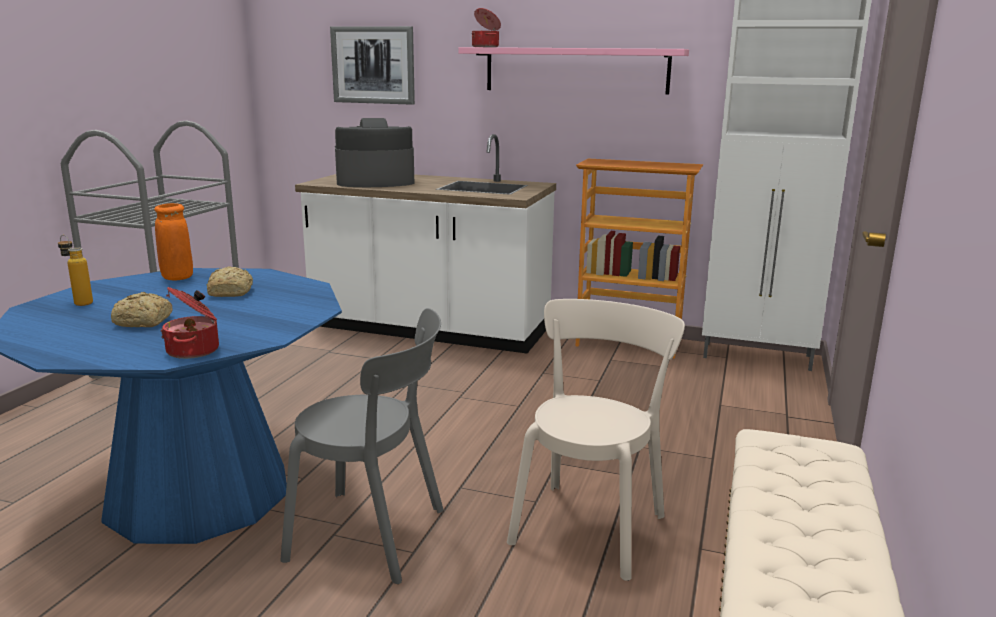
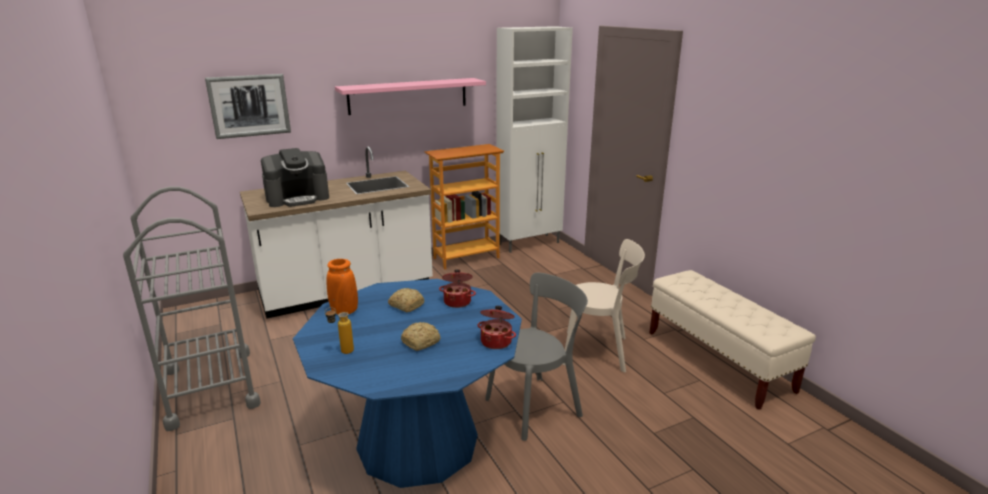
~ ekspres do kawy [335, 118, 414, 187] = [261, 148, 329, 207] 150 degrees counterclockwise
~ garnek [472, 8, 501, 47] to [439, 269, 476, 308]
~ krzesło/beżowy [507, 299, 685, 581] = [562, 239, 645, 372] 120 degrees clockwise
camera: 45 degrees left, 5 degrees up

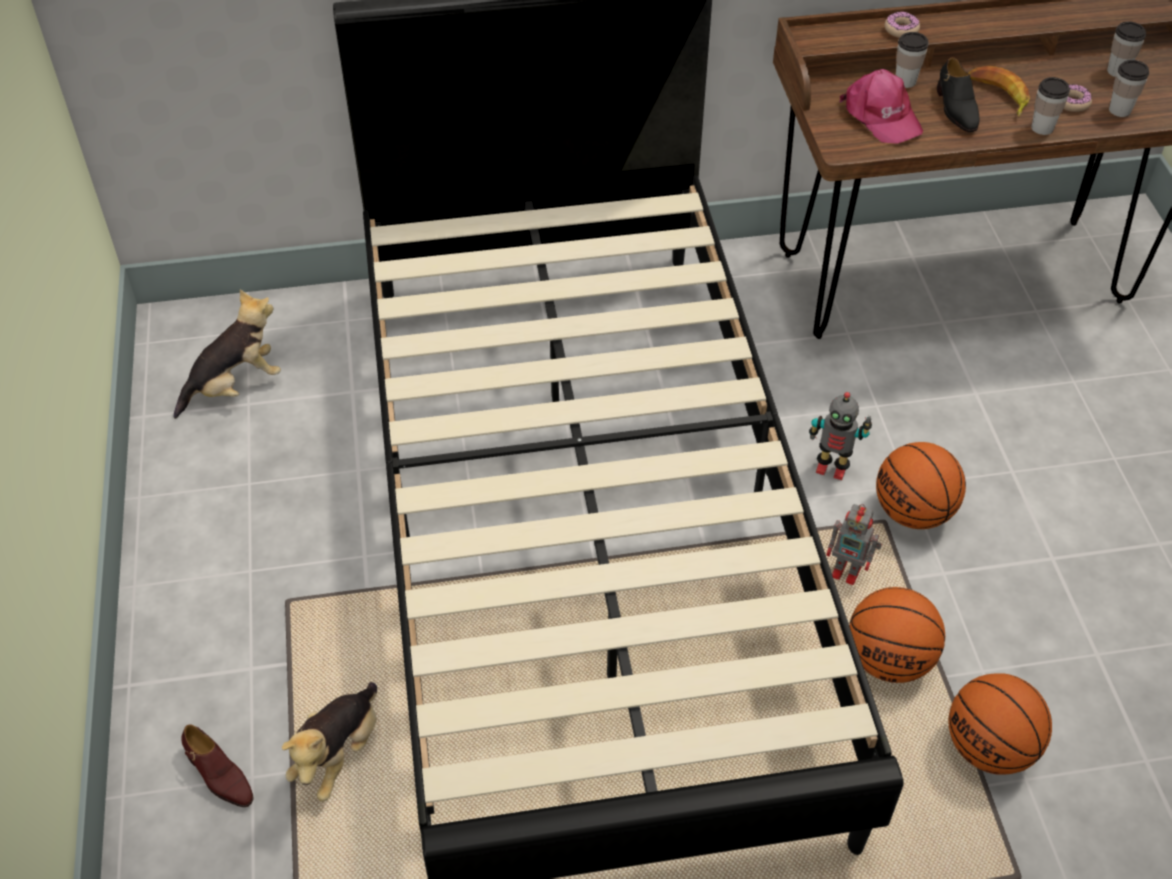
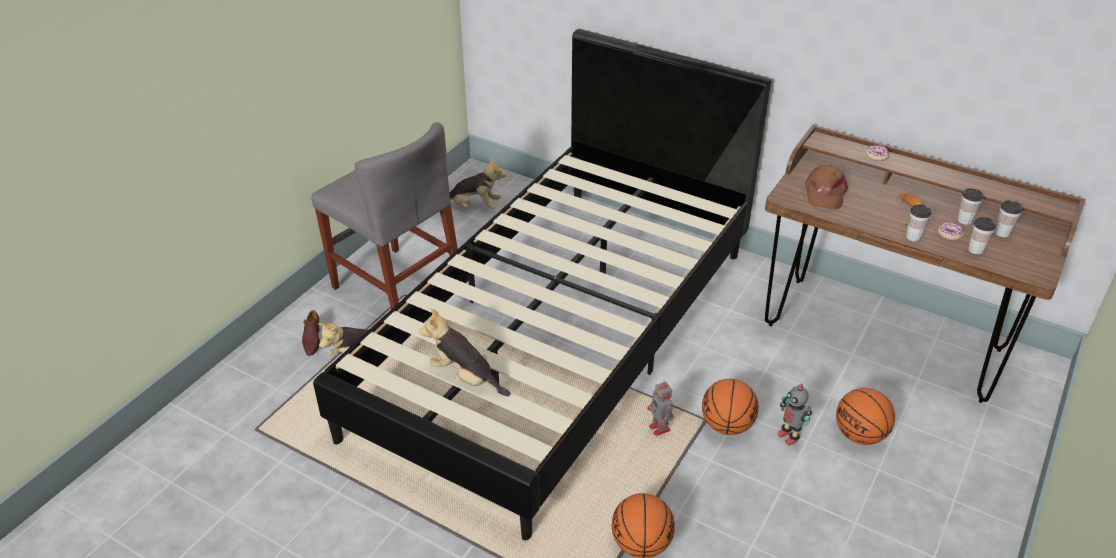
~ robot zabawkowy [809, 392, 872, 480] to [777, 384, 812, 446]
~ czapka z daszkiem/różowy [840, 69, 923, 144] to czapka z daszkiem/brązowy [805, 164, 848, 209]
~ piłka do koszykówki [849, 587, 945, 683] to [836, 388, 895, 445]
~ filiżanka [896, 32, 929, 88] to [957, 188, 984, 225]
- but/czarny [937, 57, 979, 132]
+ krzesło/szary [311, 122, 458, 309]
+ pluszak [419, 308, 510, 396]
camera: 40 degrees right, 10 degrees down

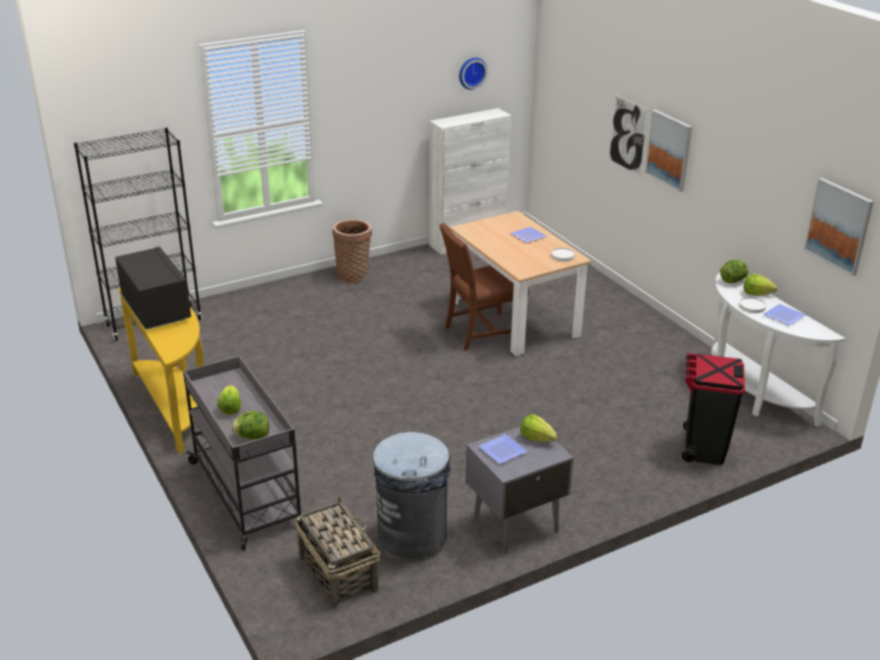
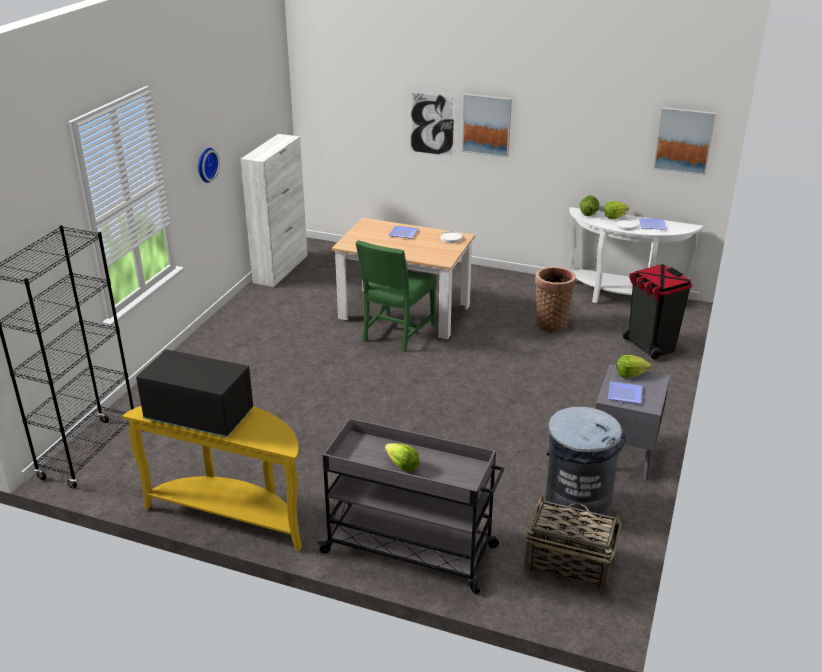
- sałata [231, 411, 269, 439]
~ koszyk [332, 219, 372, 283] to [535, 266, 576, 333]
~ krzesło/brązowy [439, 223, 529, 351] to krzesło/zielony [356, 240, 437, 352]
~ zegar ścienny [459, 58, 487, 90] to [198, 148, 220, 183]
camera: 40 degrees left, 0 degrees up

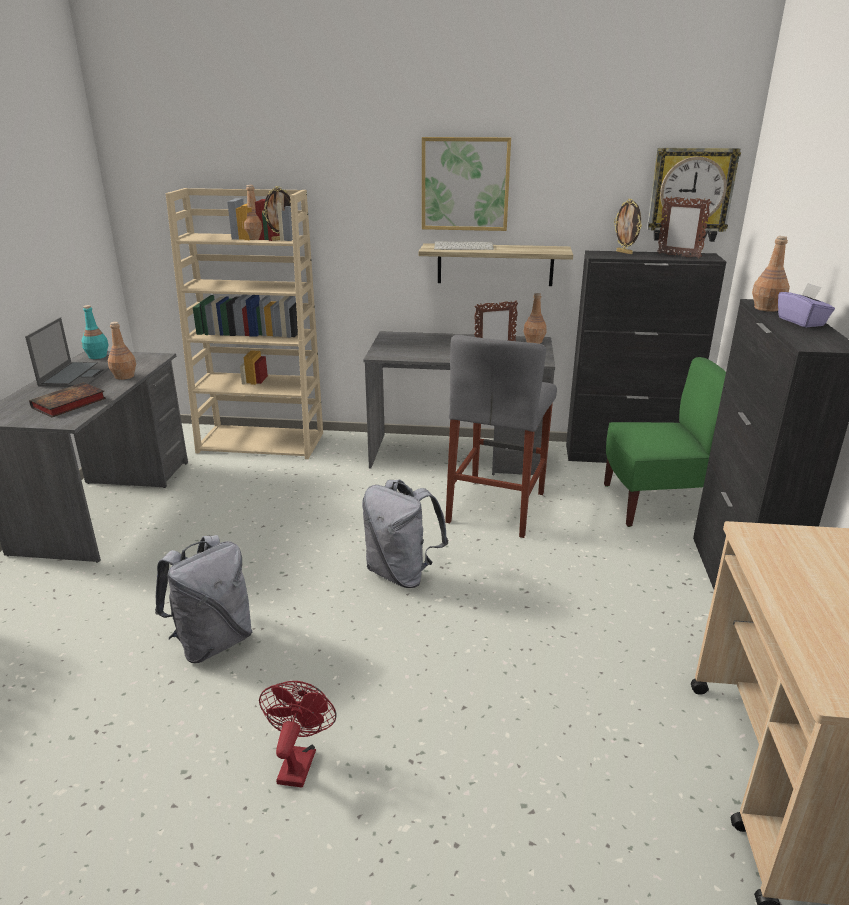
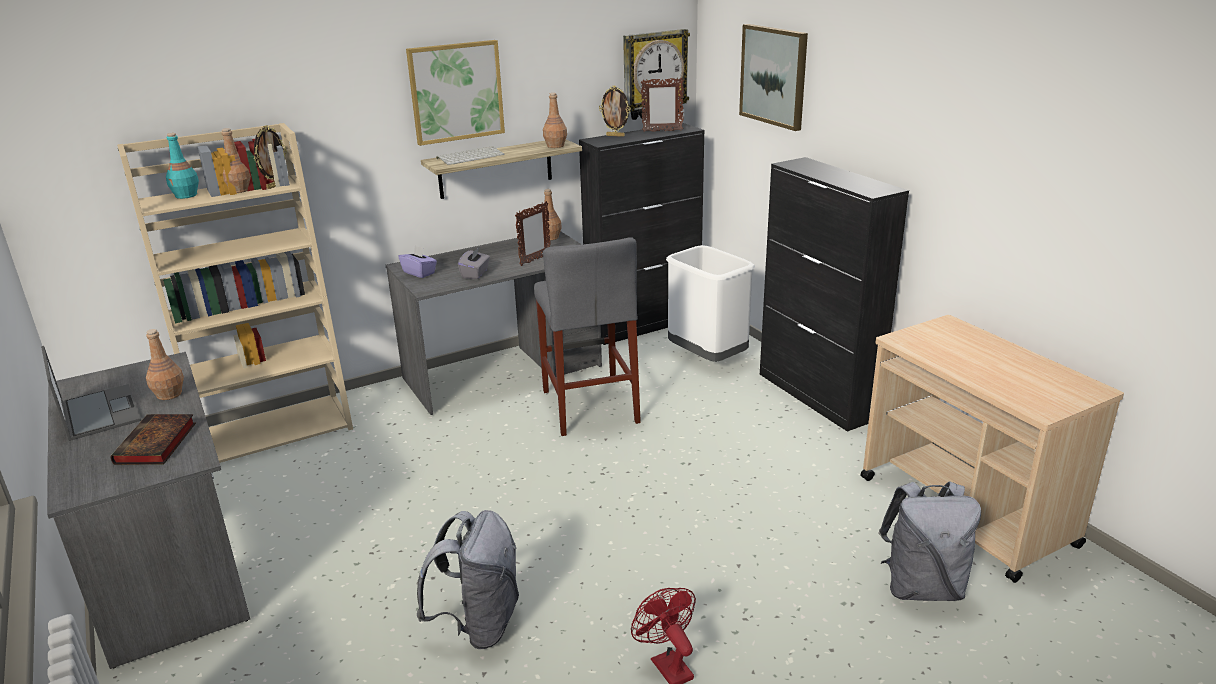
~ butelka/turkusowy [81, 305, 109, 359] to [166, 133, 199, 199]
~ plecak/szary [362, 480, 448, 588] to [878, 481, 981, 601]
~ krzesło/zielony [604, 357, 726, 527] to kosz na śmieci/biały [666, 245, 755, 362]
~ butelka/brązowy [752, 236, 790, 312] to [543, 93, 567, 148]
~ pudełko chusteczek/fioletowy [778, 283, 835, 327] to [399, 245, 437, 278]
+ pudełko chusteczek/szary [458, 247, 490, 279]
+ obraz [739, 24, 808, 131]
camera: 35 degrees left, 0 degrees up

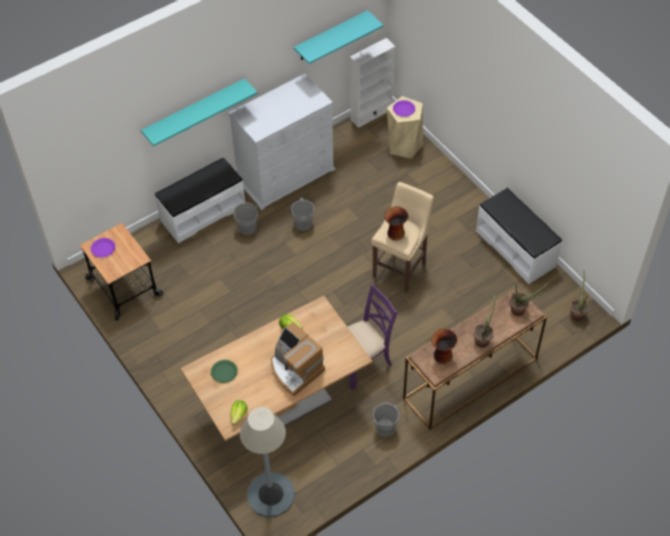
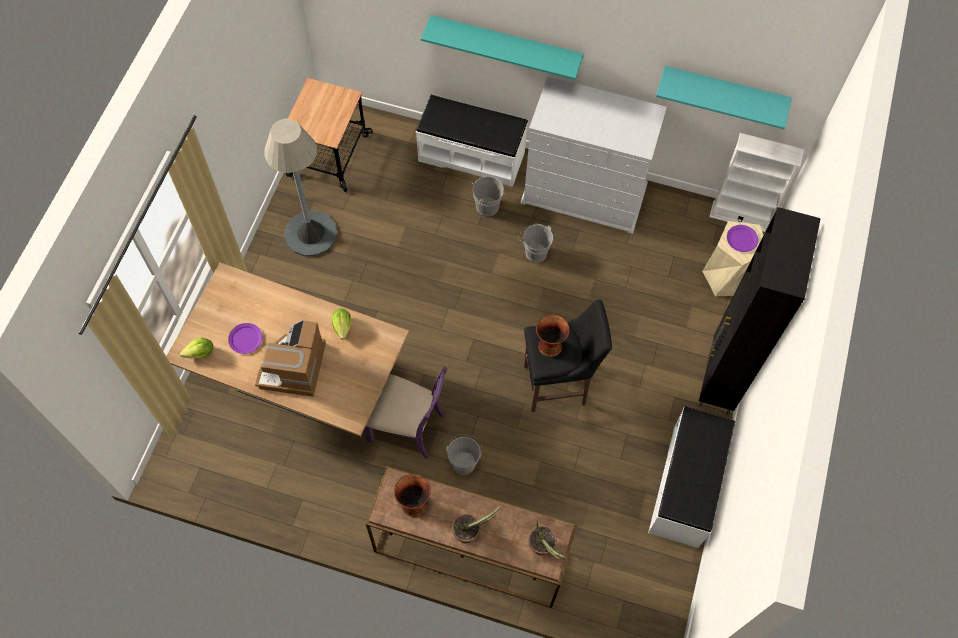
~ talerz/fioletowy [91, 238, 115, 258] to [228, 323, 262, 354]
- talerz/zielony [211, 360, 238, 383]
~ lampa stojąca/szary [240, 407, 295, 517] to [264, 119, 338, 257]
~ wiadro/szary [369, 402, 399, 436] to [446, 435, 482, 475]
~ stołek/beżowy [371, 182, 434, 292] to stołek/czarny [524, 300, 612, 412]
- roślina doniczkowa [570, 272, 589, 321]
+ szafka/czarny [699, 207, 821, 415]
camera: 50 degrees right, 10 degrees up

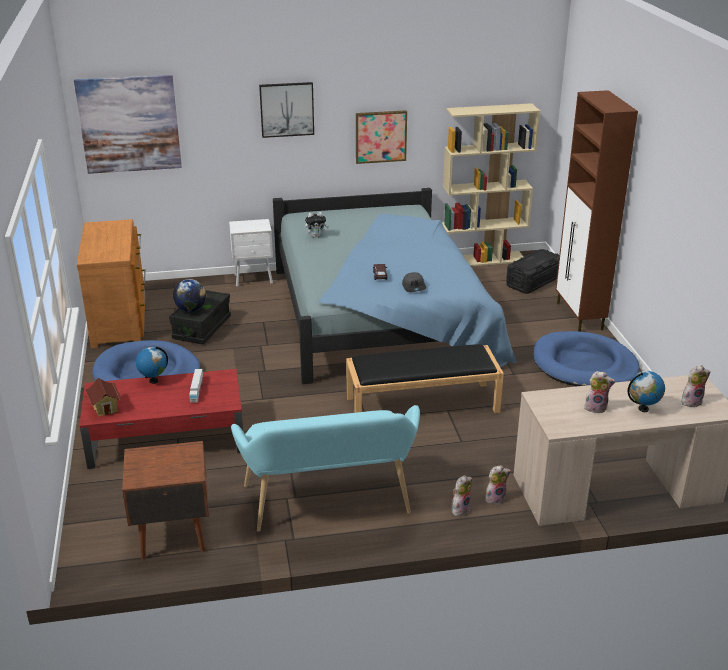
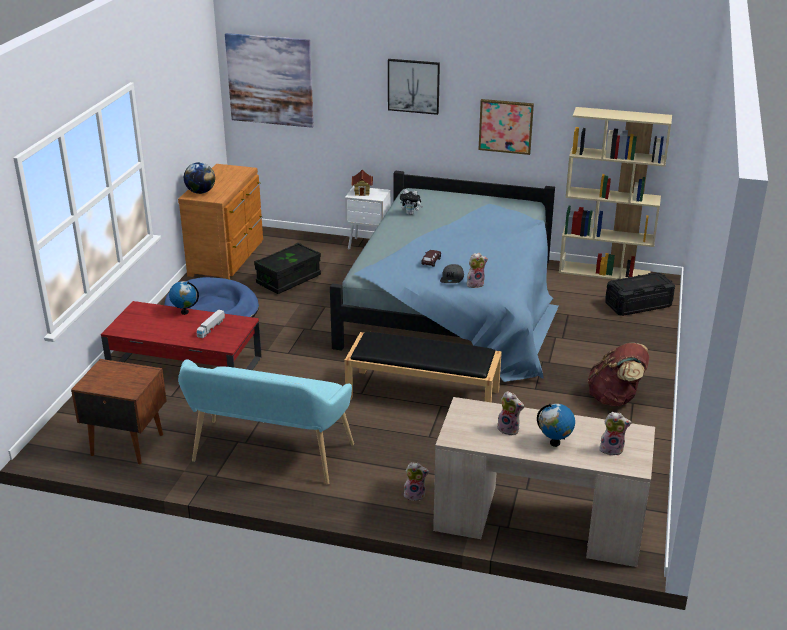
~ domek [85, 378, 122, 416] to [351, 170, 373, 196]
~ globus [173, 279, 206, 312] to [184, 162, 215, 194]
~ pluszak [451, 475, 472, 516] to [467, 253, 488, 288]
~ legowisko/niebieski [533, 331, 640, 386] to plecak/brązowy [588, 343, 649, 406]
- szafka/brązowy [556, 90, 638, 332]
camera: 25 degrees right, 0 degrees up

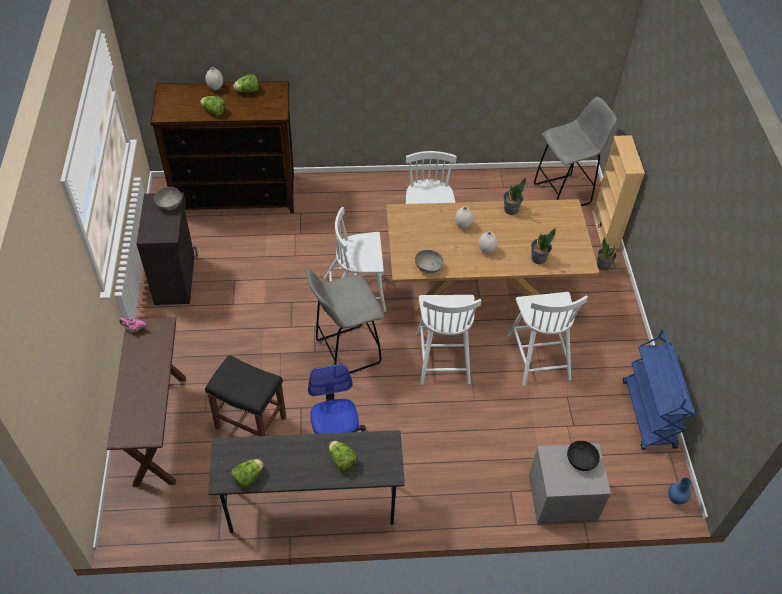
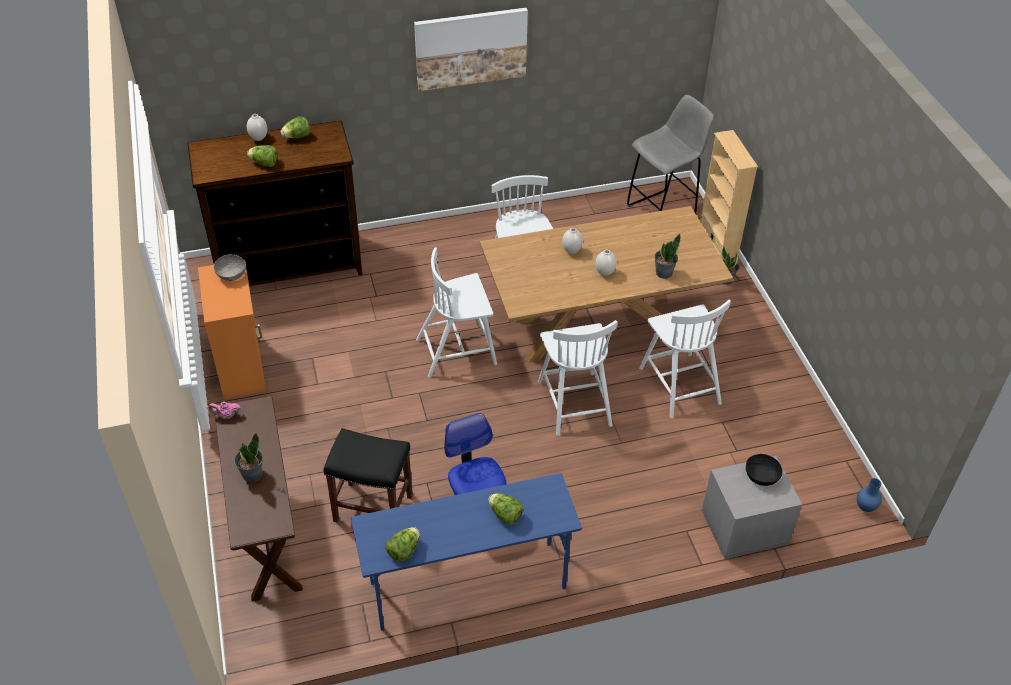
~ szafka/czarny [136, 193, 198, 305] to szafka/pomarańczowy [198, 265, 266, 399]
~ biurko/szary [208, 430, 405, 533] to biurko/niebieski [351, 473, 582, 631]
- stołek/szary [306, 269, 385, 374]
- miska/szary [415, 250, 443, 273]
~ roślina doniczkowa [504, 178, 526, 215] to [234, 432, 263, 482]
- wózek/niebieski [623, 329, 695, 450]
+ obraz [414, 8, 528, 91]
camera: 10 degrees left, 5 degrees down

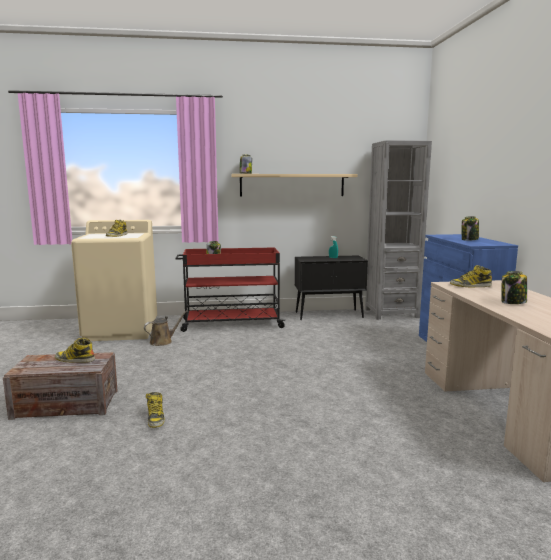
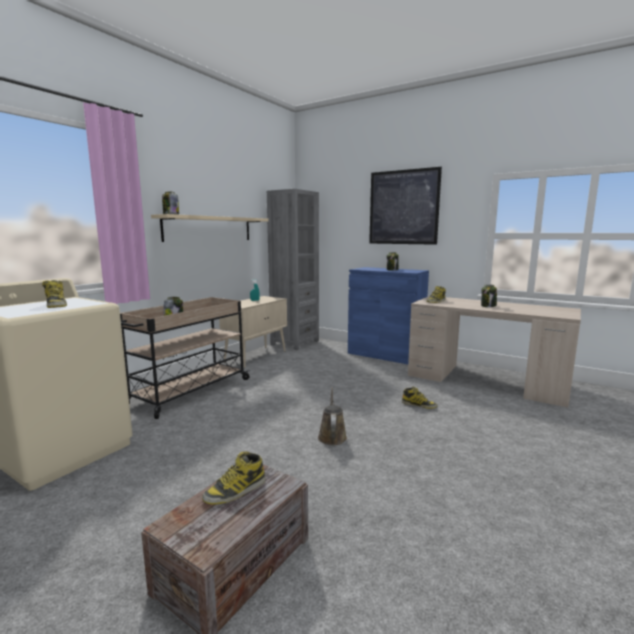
~ konewka/brązowy [144, 310, 188, 346] to [318, 387, 347, 445]
~ but z cholewką [146, 392, 165, 428] to [402, 386, 437, 409]
~ wózek/czerwony [176, 247, 285, 332] to wózek/beżowy [120, 297, 251, 419]
~ szafka/czarny [295, 256, 368, 320] to szafka/beżowy [219, 296, 287, 368]
+ obraz [369, 167, 442, 245]
camera: 50 degrees left, 0 degrees up

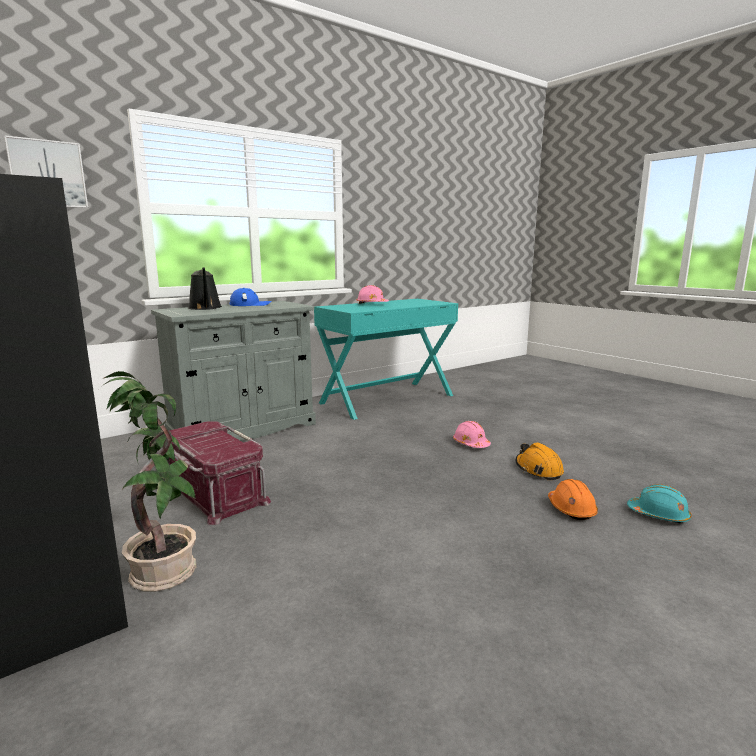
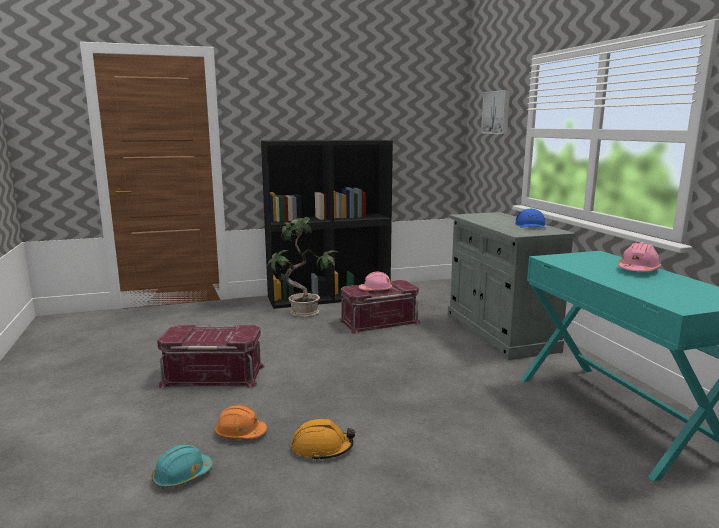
- konewka/czarny [188, 267, 222, 310]
~ kask/różowy [453, 421, 491, 448] to [359, 272, 393, 291]
+ pojemnik do przechowywania/czerwony [157, 325, 265, 389]
camera: 110 degrees right, 0 degrees up

